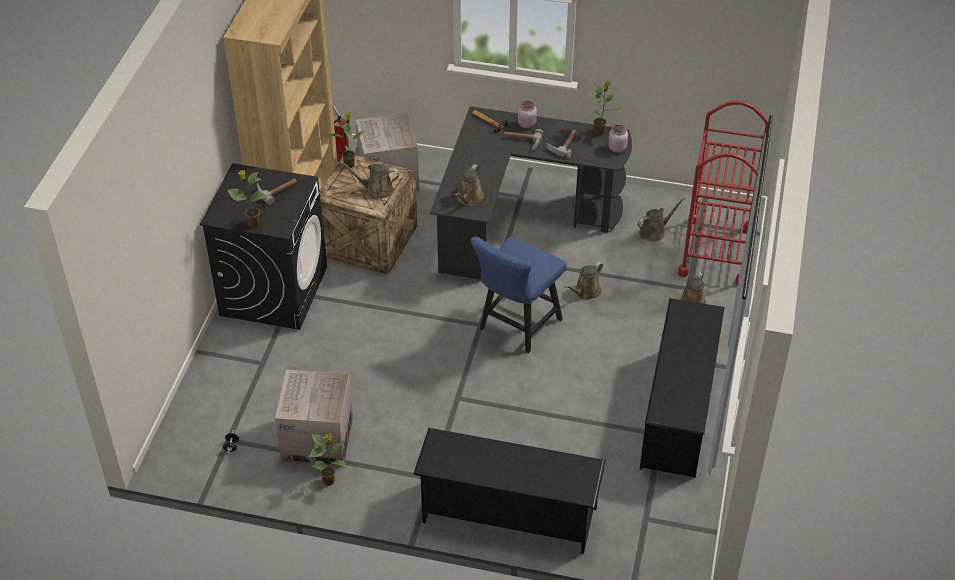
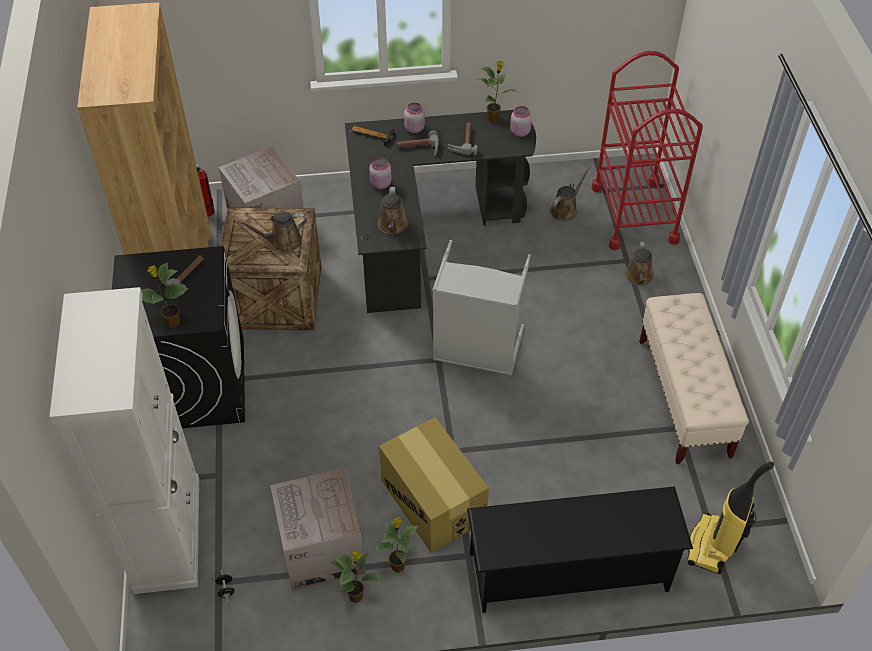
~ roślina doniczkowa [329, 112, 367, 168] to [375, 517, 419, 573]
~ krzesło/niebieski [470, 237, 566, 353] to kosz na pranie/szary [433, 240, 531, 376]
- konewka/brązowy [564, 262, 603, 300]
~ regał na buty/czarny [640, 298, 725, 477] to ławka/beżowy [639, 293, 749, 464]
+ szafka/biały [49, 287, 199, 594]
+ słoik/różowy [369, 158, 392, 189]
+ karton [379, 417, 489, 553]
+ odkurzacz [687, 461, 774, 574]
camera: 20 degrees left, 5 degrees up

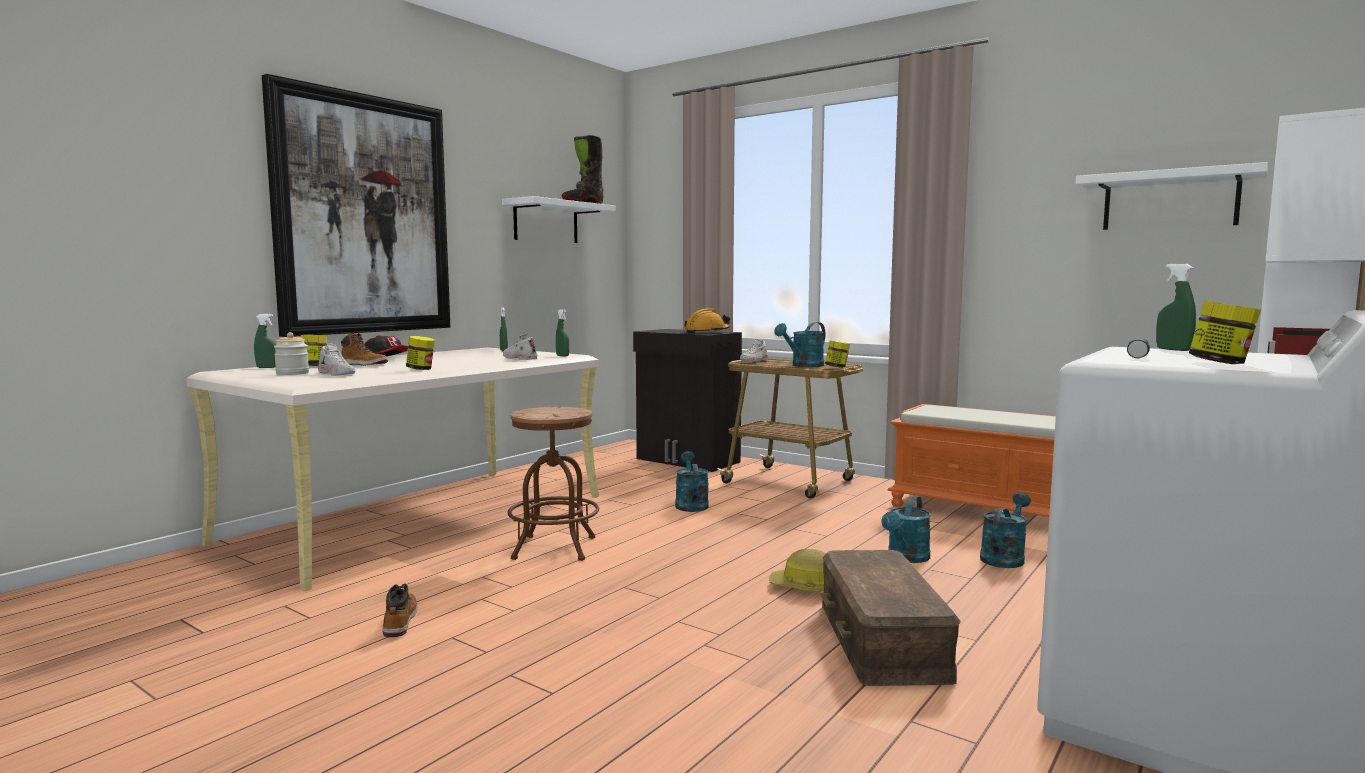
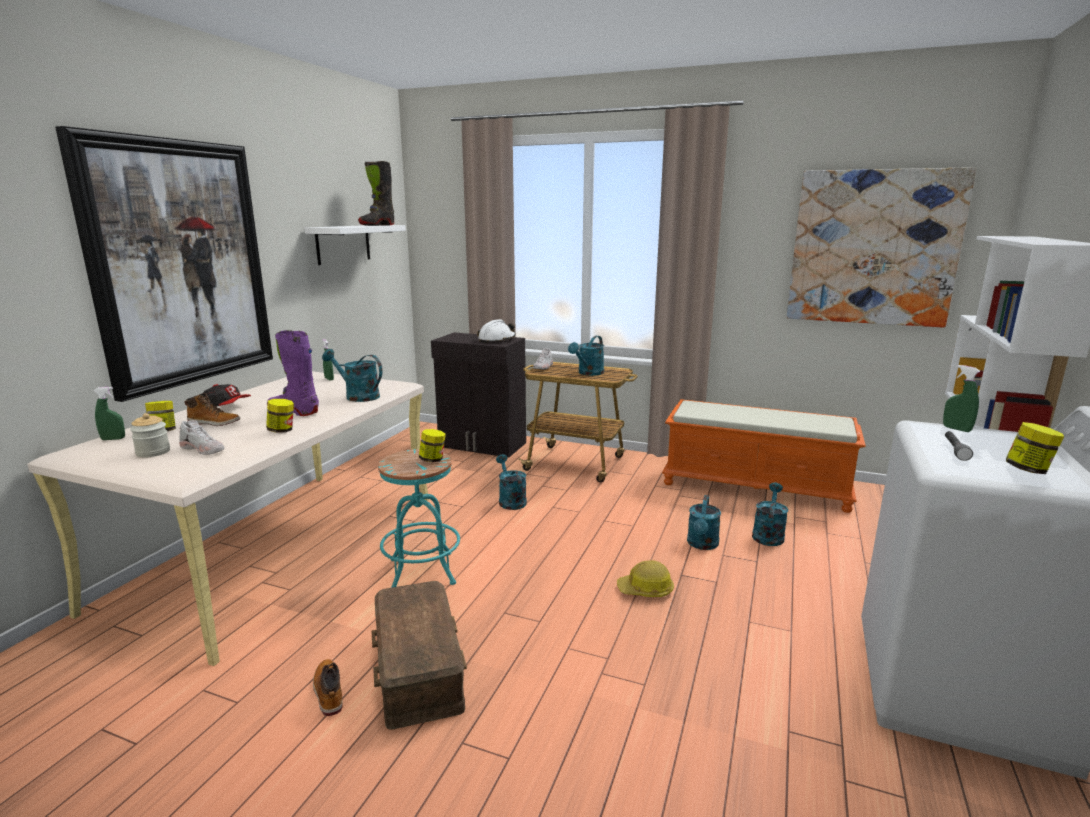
~ but/biały [503, 333, 537, 360] to konewka/turkusowy [322, 349, 382, 402]
~ stołek/brązowy [508, 407, 599, 561] to stołek/turkusowy [378, 449, 460, 588]
- spryskiwacz/zielony [556, 309, 569, 357]
~ kask/pomarańczowy [684, 309, 730, 333] to kask/biały [477, 319, 516, 343]
~ pojemnik do przechowywania/brązowy [821, 550, 961, 686] to [371, 581, 467, 730]
~ słoik [825, 340, 850, 368] to [419, 429, 446, 462]
~ półka/biały [1075, 162, 1268, 230] to obraz [787, 167, 977, 328]
+ but z cholewką/fioletowy [267, 330, 319, 416]
camera: 15 degrees left, 10 degrees up

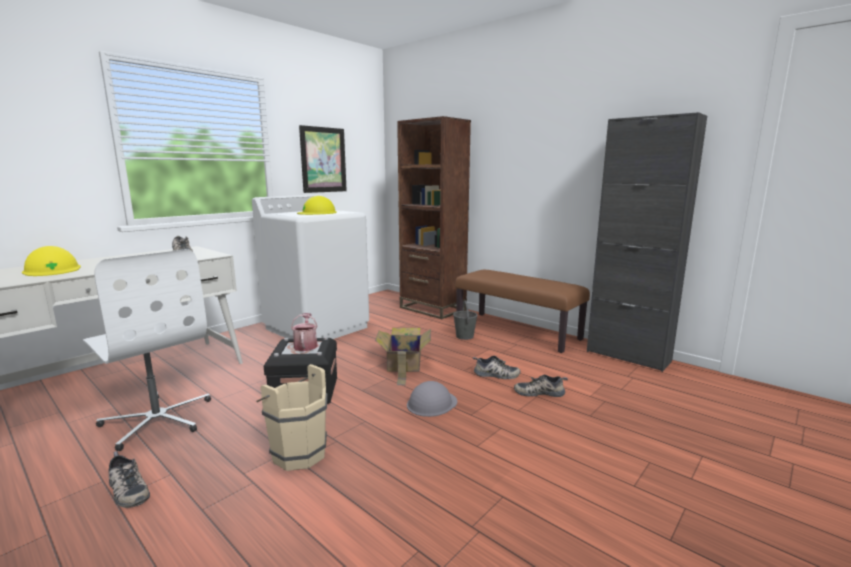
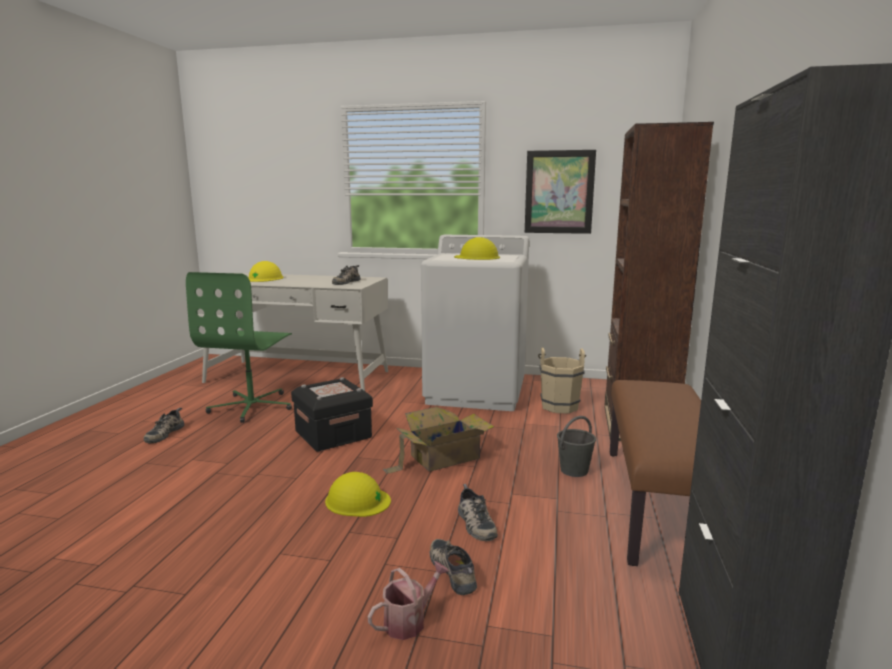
~ krzesło biurowe/biały [83, 249, 211, 451] to krzesło biurowe/zielony [186, 272, 292, 423]
~ wiadro/beżowy [256, 364, 328, 471] to [538, 347, 586, 413]
~ konewka [291, 313, 318, 351] to [367, 561, 450, 640]
~ kask/szary [407, 381, 457, 417] to kask/żółty [325, 472, 391, 517]
camera: 60 degrees right, 0 degrees up

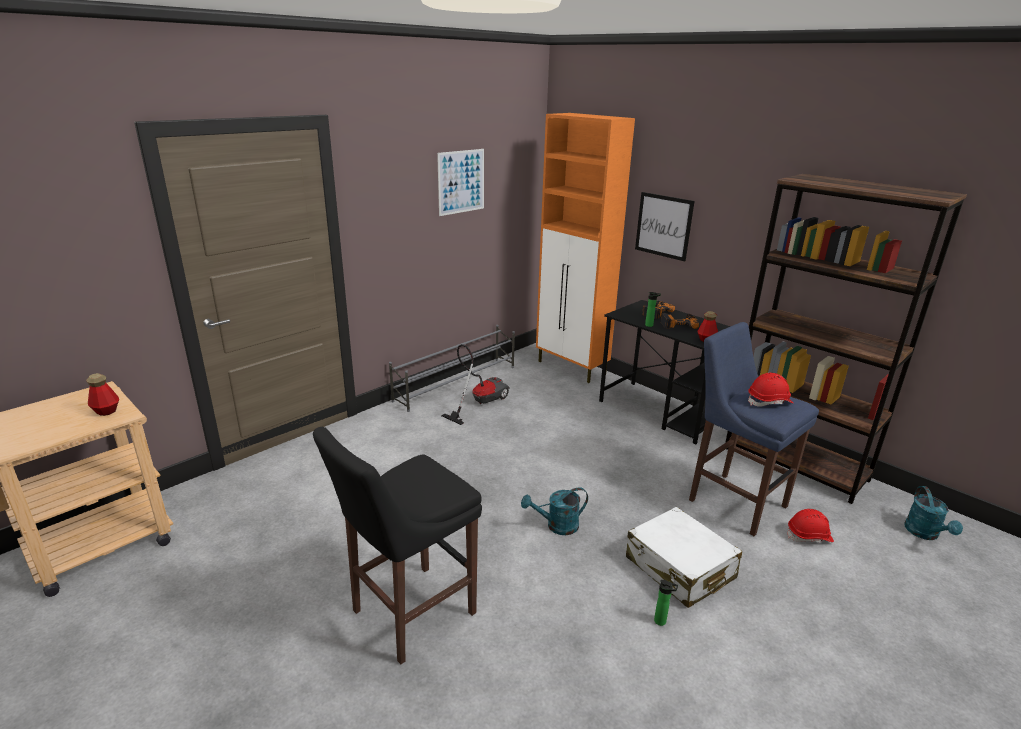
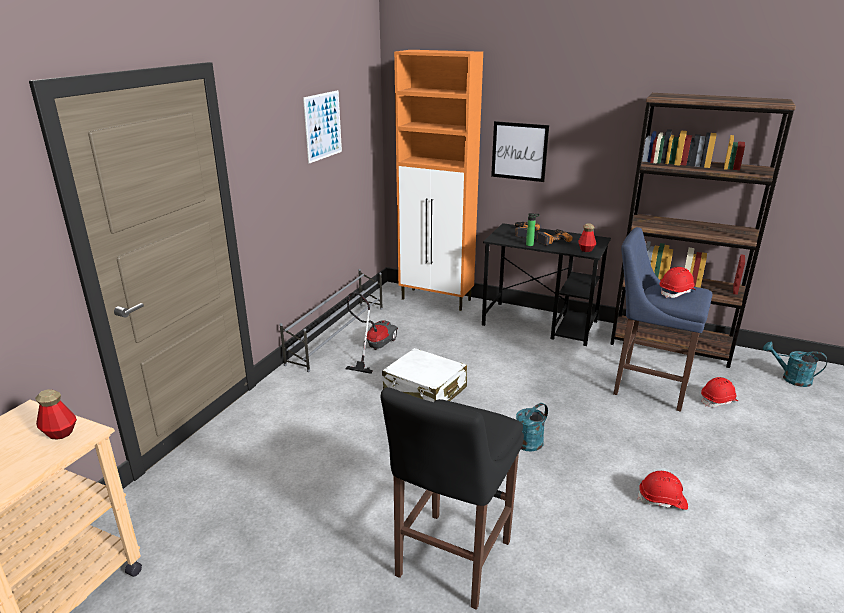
~ walizka/biały [626, 507, 742, 608] to [382, 348, 467, 402]
~ butelka [654, 580, 678, 626] to kask/czerwony [638, 471, 688, 510]
~ konewka/turkusowy [904, 486, 963, 540] = [763, 342, 827, 387] 135 degrees clockwise
camera: 20 degrees left, 0 degrees up

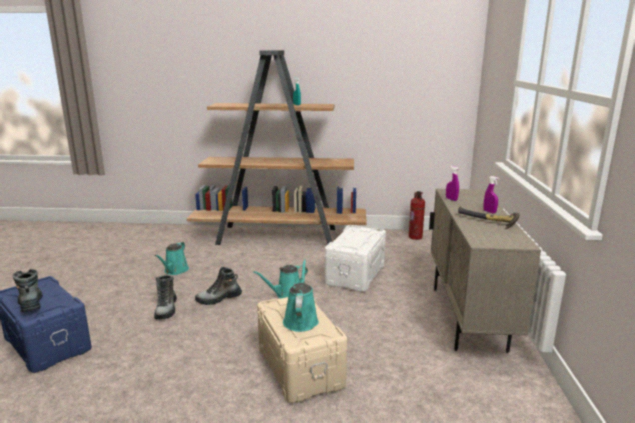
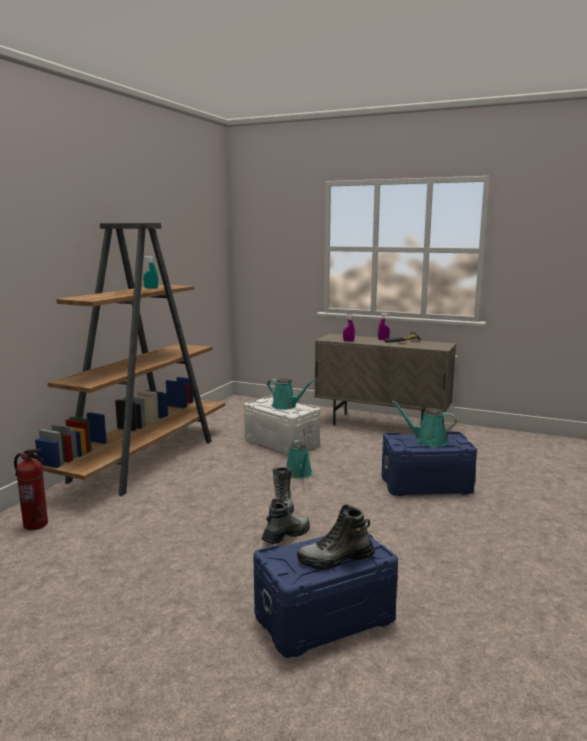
~ but z cholewką [154, 275, 177, 319] = [262, 498, 310, 544] 60 degrees counterclockwise
~ konewka/turkusowy [155, 242, 189, 275] to [267, 378, 314, 410]
~ pojemnik do przechowywania/beżowy [257, 297, 347, 403] to pojemnik do przechowywania/niebieski [382, 432, 477, 496]
~ gaśnica [409, 191, 425, 240] to [14, 449, 48, 530]
camera: 70 degrees left, 5 degrees down

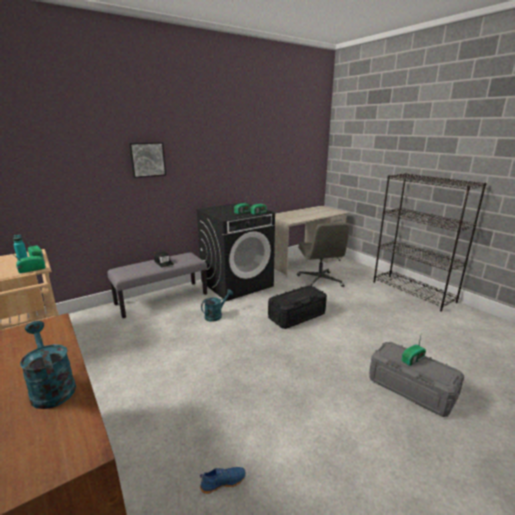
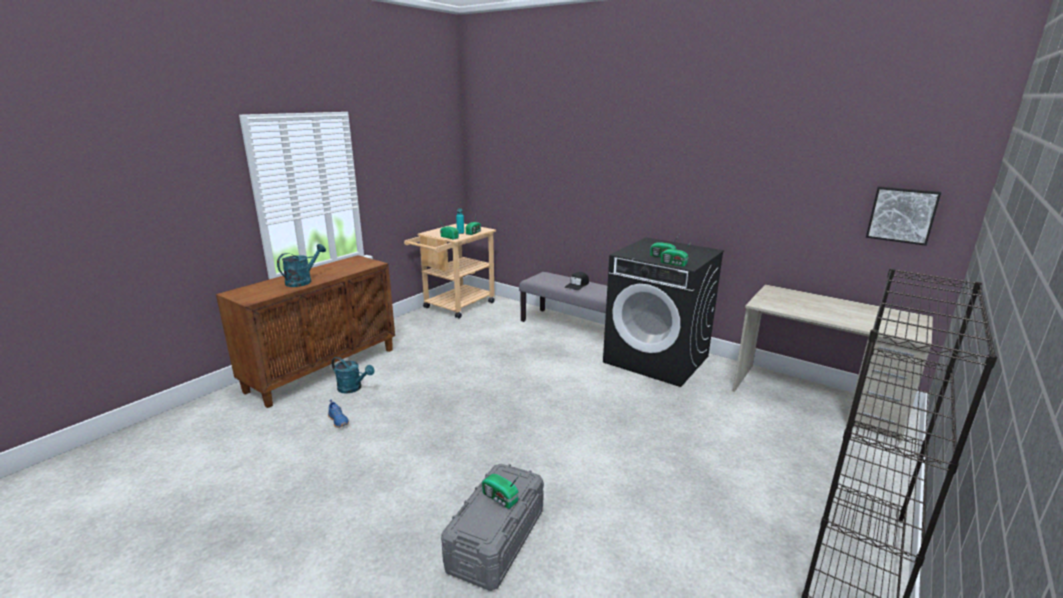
~ obraz [129, 142, 166, 178] to [866, 186, 941, 246]
~ konewka/turkusowy [201, 289, 233, 322] to [332, 357, 375, 394]
- pojemnik do przechowywania/czarny [268, 286, 327, 329]
- krzesło biurowe/szary [297, 222, 349, 287]
camera: 70 degrees right, 0 degrees up

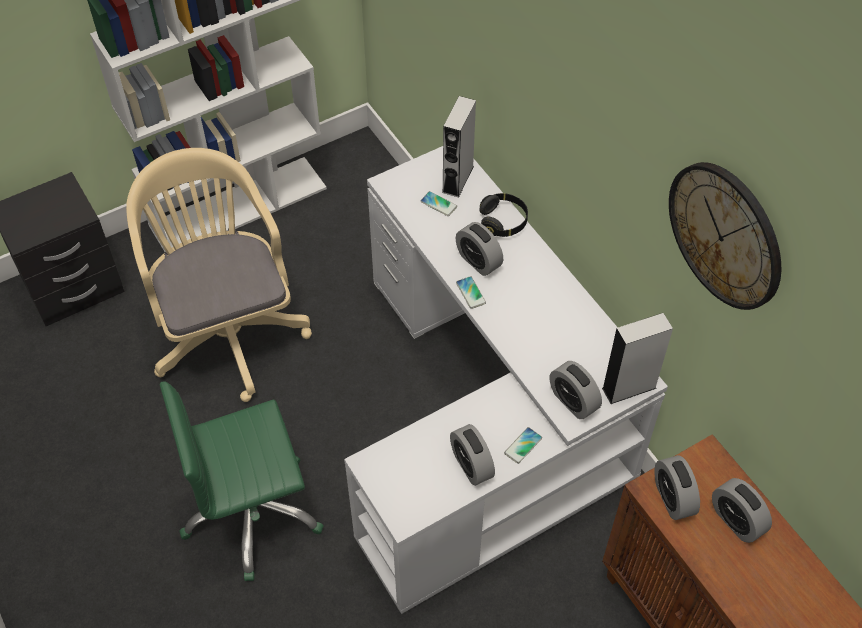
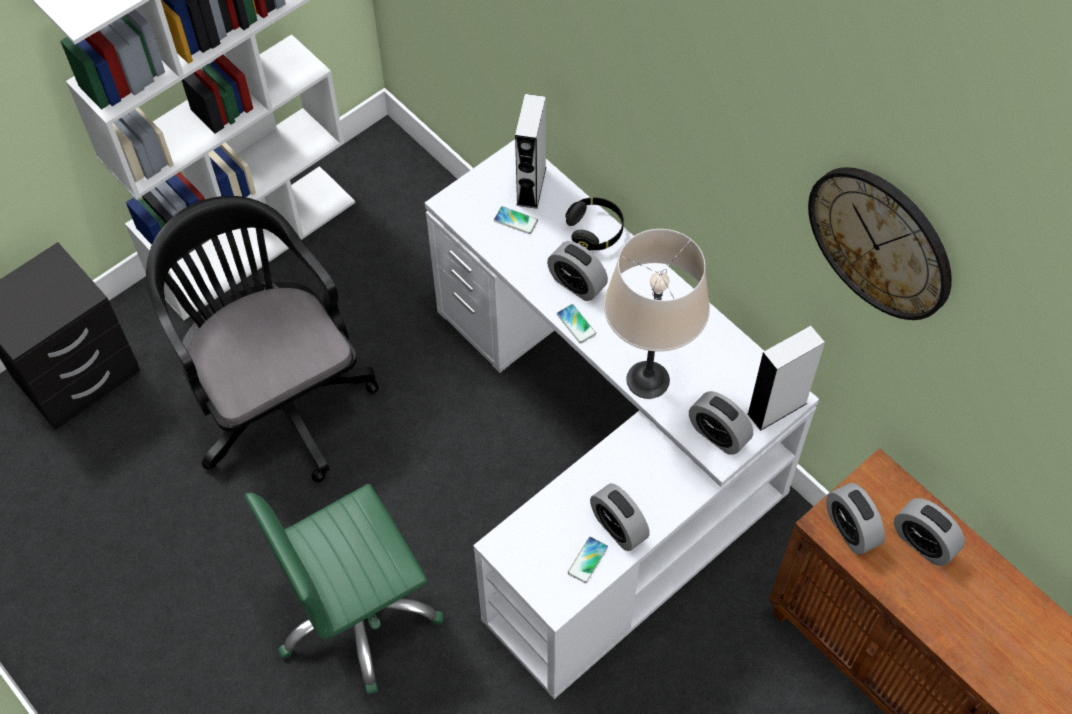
~ krzesło biurowe/beżowy [126, 148, 312, 402] to krzesło biurowe/czarny [146, 196, 379, 483]
~ telefon [504, 427, 542, 464] to [568, 537, 608, 583]
+ lampa stołowa/beżowy [604, 229, 710, 399]
camera: 10 degrees left, 5 degrees up

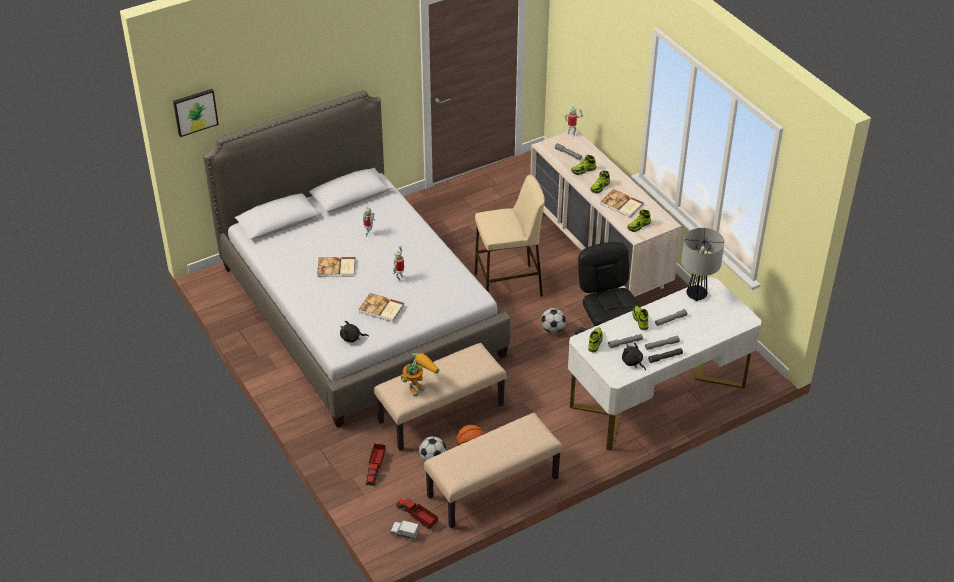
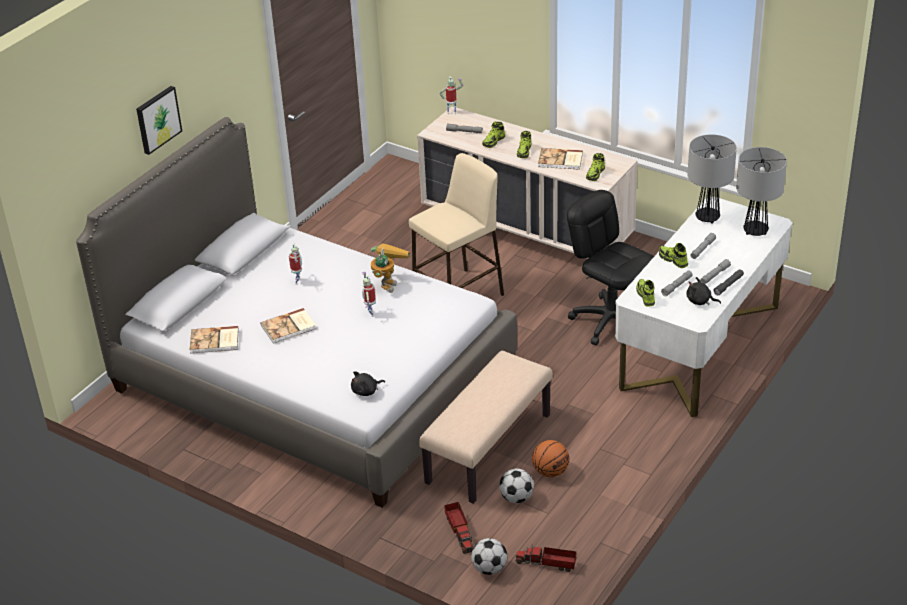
~ obraz [173, 89, 219, 137] to [136, 86, 182, 155]
~ książka [359, 293, 404, 322] to [190, 326, 238, 353]
- ciężarówka zabawkowa [391, 521, 419, 541]
~ robot zabawkowy [401, 353, 439, 396] to [371, 244, 410, 293]
- ławka/beżowy [424, 413, 563, 528]
~ piłka futbolowa [541, 308, 566, 333] to [471, 538, 507, 575]
+ lampa stołowa [736, 147, 787, 236]
camera: 25 degrees left, 5 degrees down

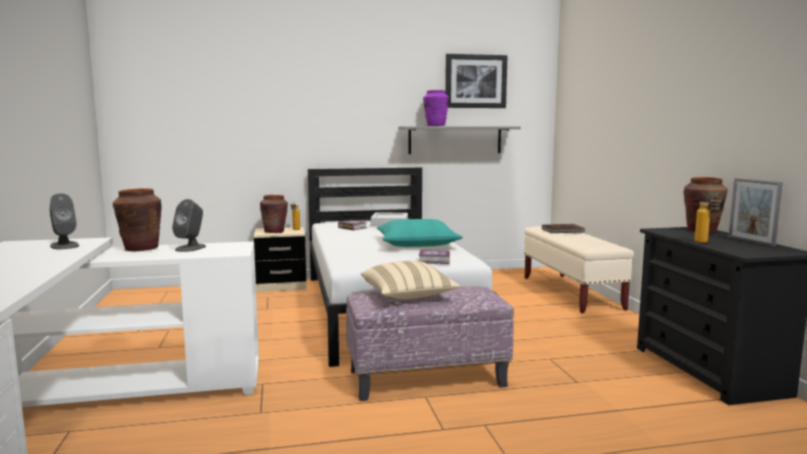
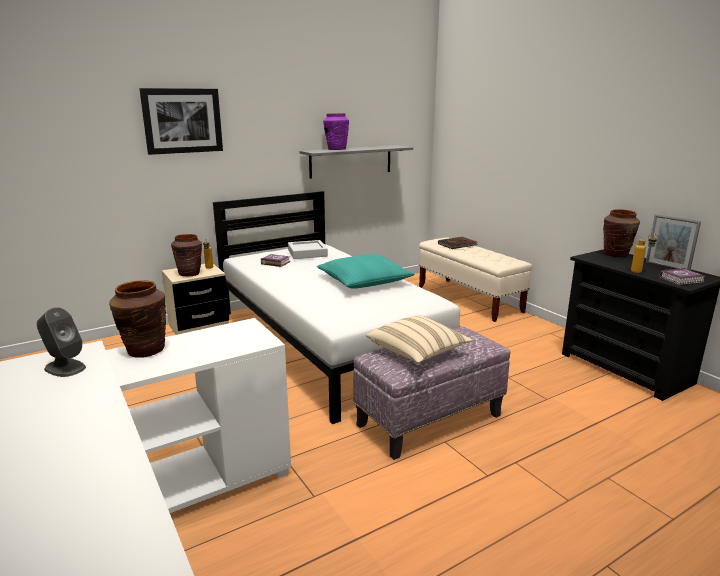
- głośnik/szary [172, 199, 206, 252]
~ książka [419, 250, 450, 264] to [660, 268, 704, 286]
~ obraz [445, 54, 508, 108] to [139, 88, 223, 155]
camera: 20 degrees left, 10 degrees up

